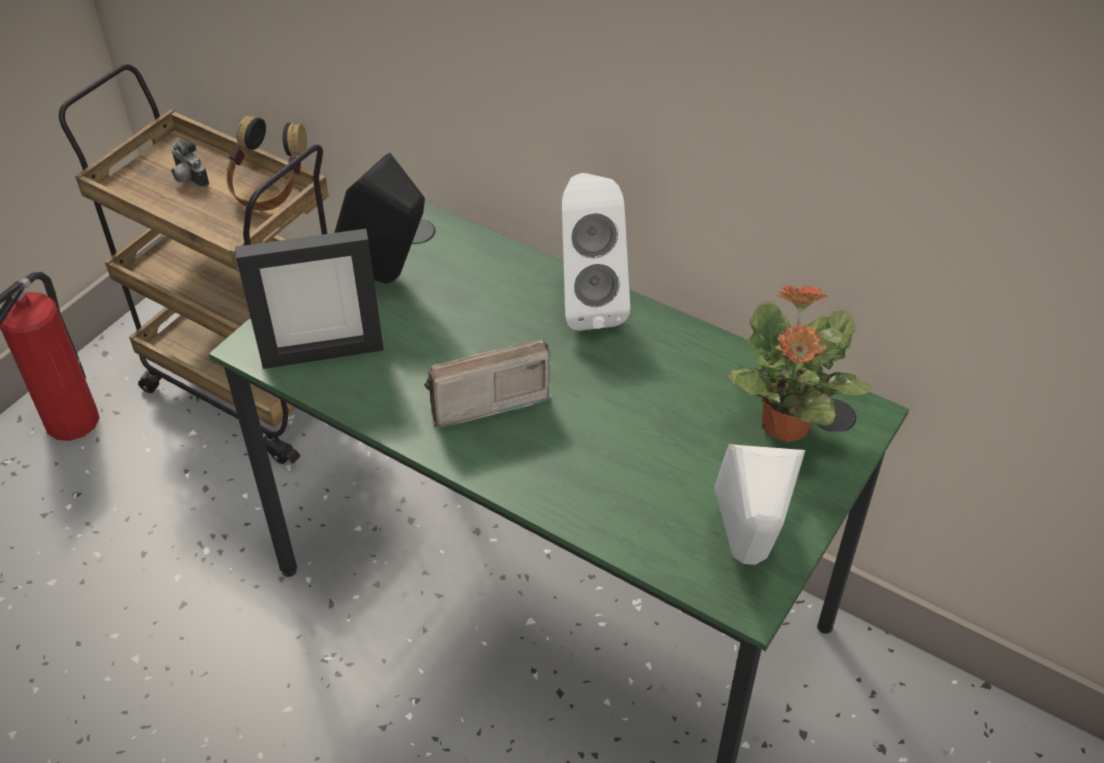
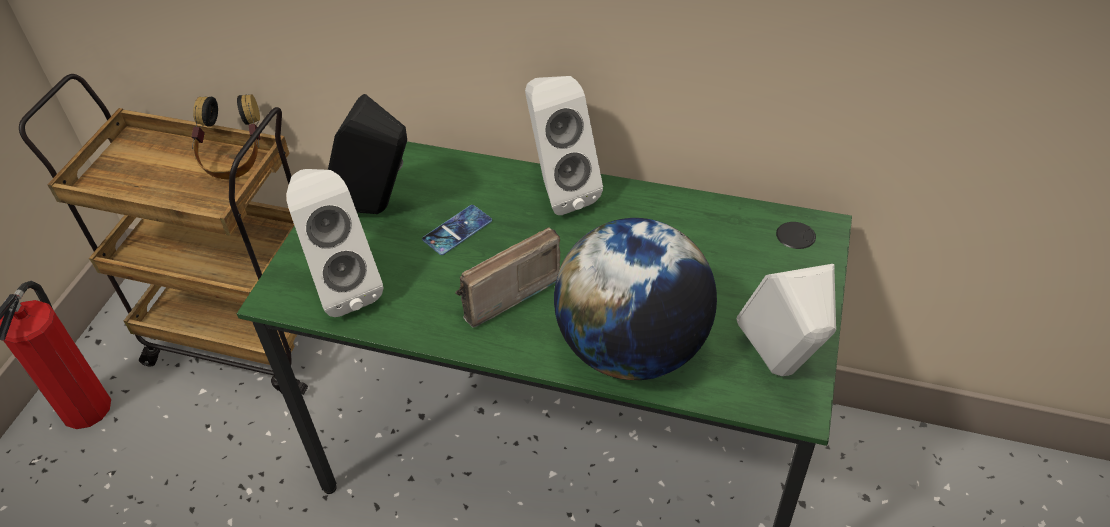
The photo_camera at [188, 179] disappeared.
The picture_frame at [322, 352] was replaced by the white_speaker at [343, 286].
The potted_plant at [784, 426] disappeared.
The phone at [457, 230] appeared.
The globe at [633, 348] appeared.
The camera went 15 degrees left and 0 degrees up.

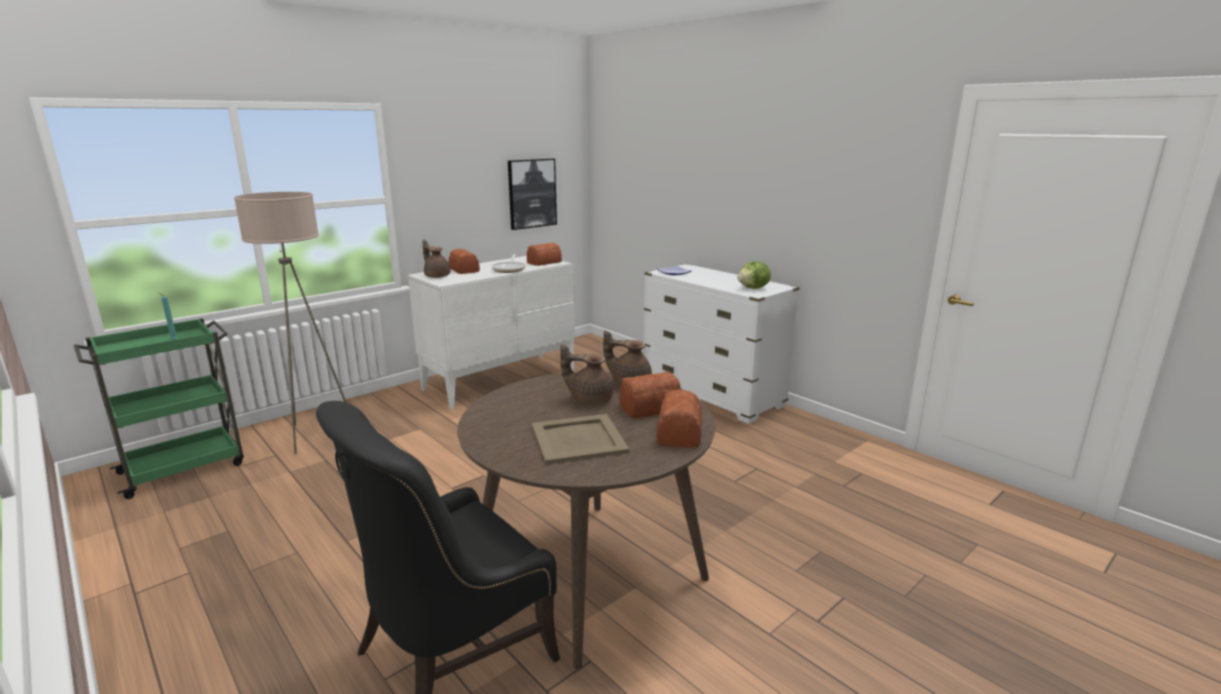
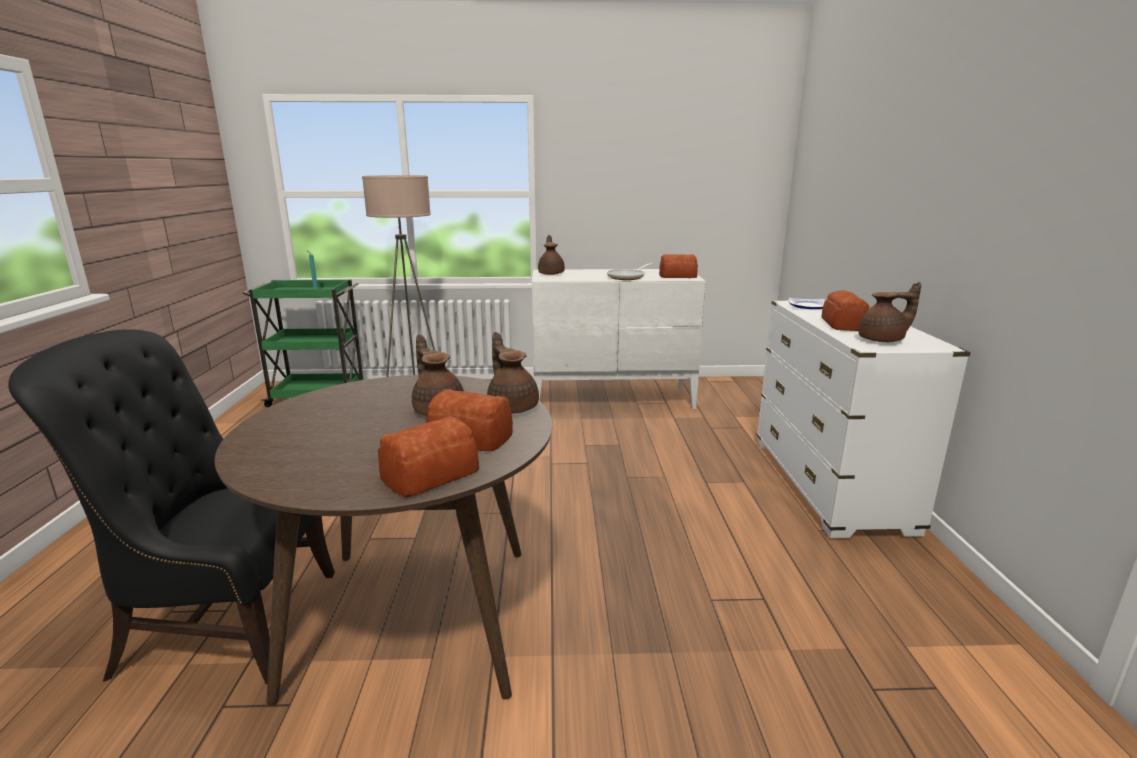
The bread moved from [463, 270] to [843, 325].
The picture at [531, 193] disappeared.
The beige_tray at [577, 439] disappeared.
The lettuce at [753, 288] was replaced by the brown_teapot at [883, 340].
The camera went 40 degrees right and 0 degrees up.

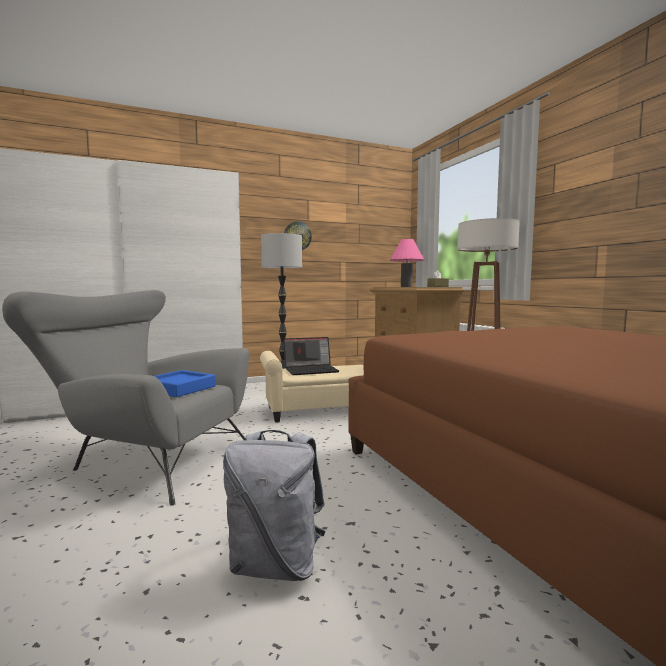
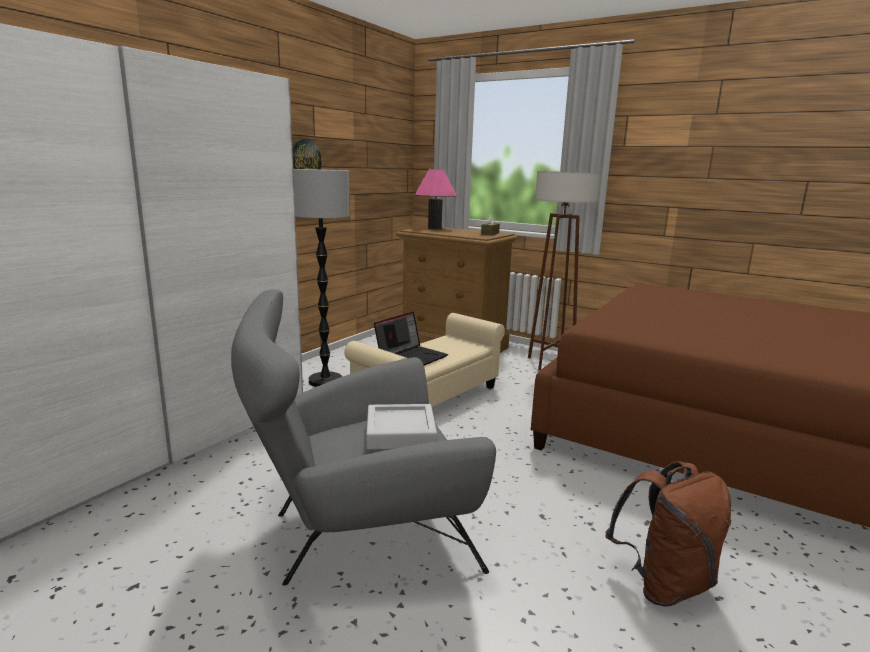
The blue_tray at [179, 388] became the grey_tray at [400, 432].
The grey_backpack at [276, 565] became the brown_backpack at [663, 583].
The camera went 35 degrees left and 10 degrees up.

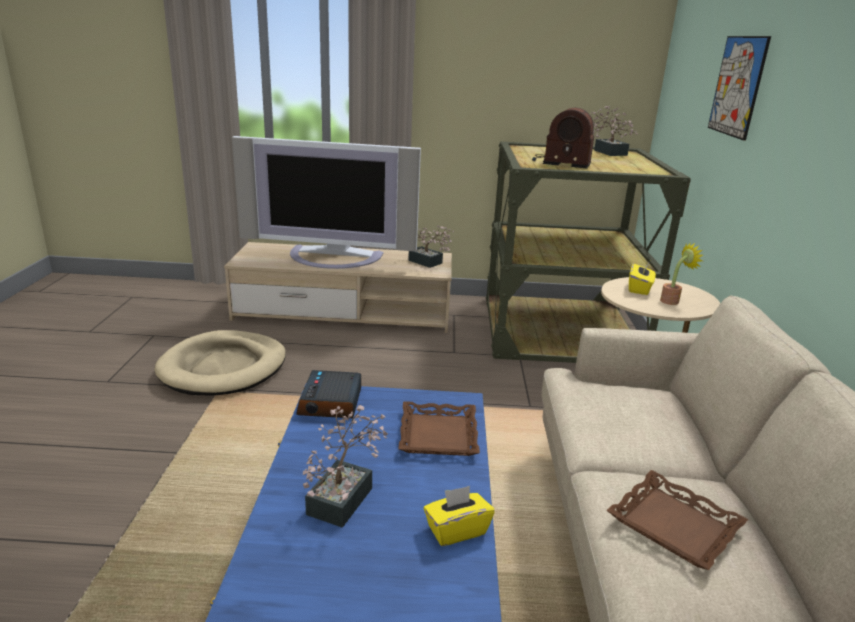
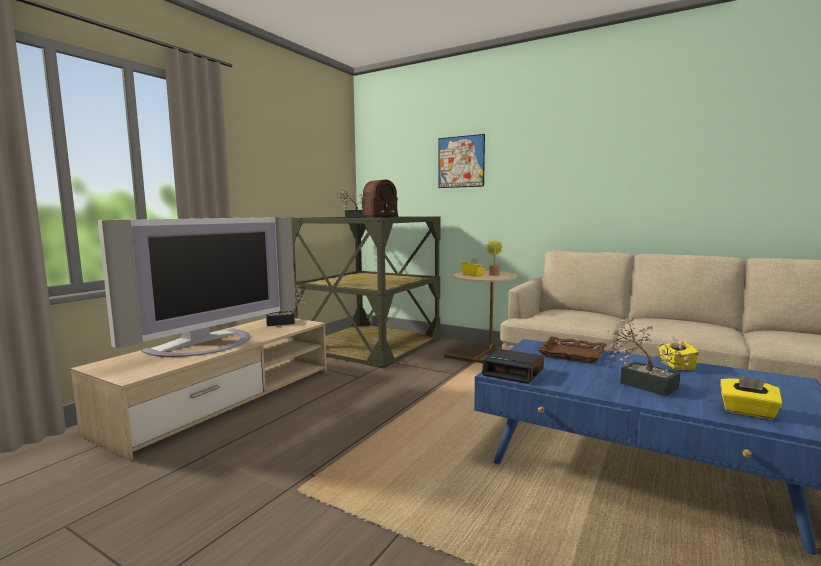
The beige_dog_bed at [224, 368] disappeared.
The brown_tray at [673, 526] disappeared.
The yellow_tissue_box at [747, 412] appeared.
The camera went 60 degrees left and 15 degrees down.

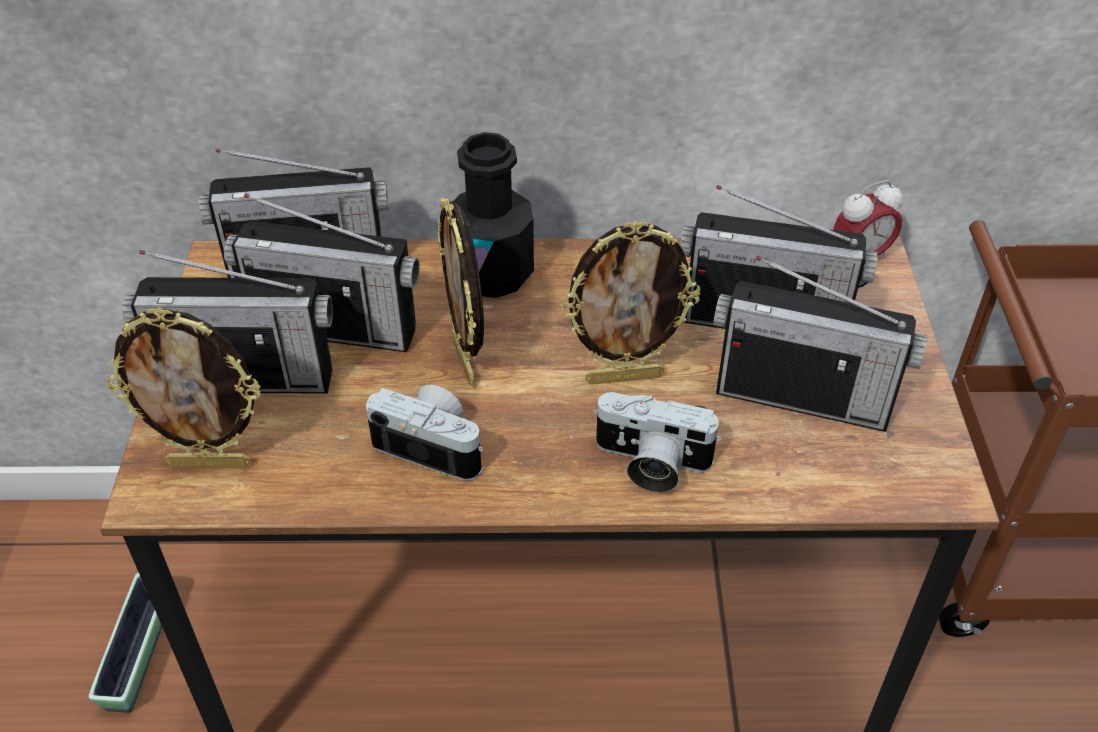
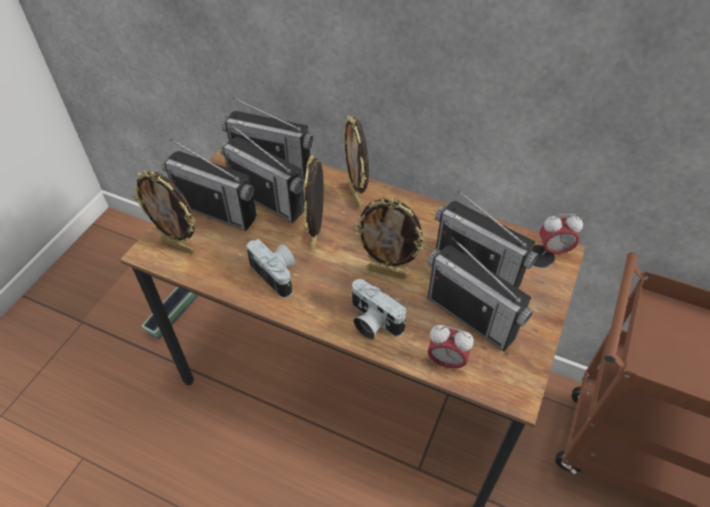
The black_bottle at [492, 273] was replaced by the picture_frame at [356, 196].
The alarm_clock at [446, 361] appeared.
The camera went 25 degrees right and 5 degrees up.

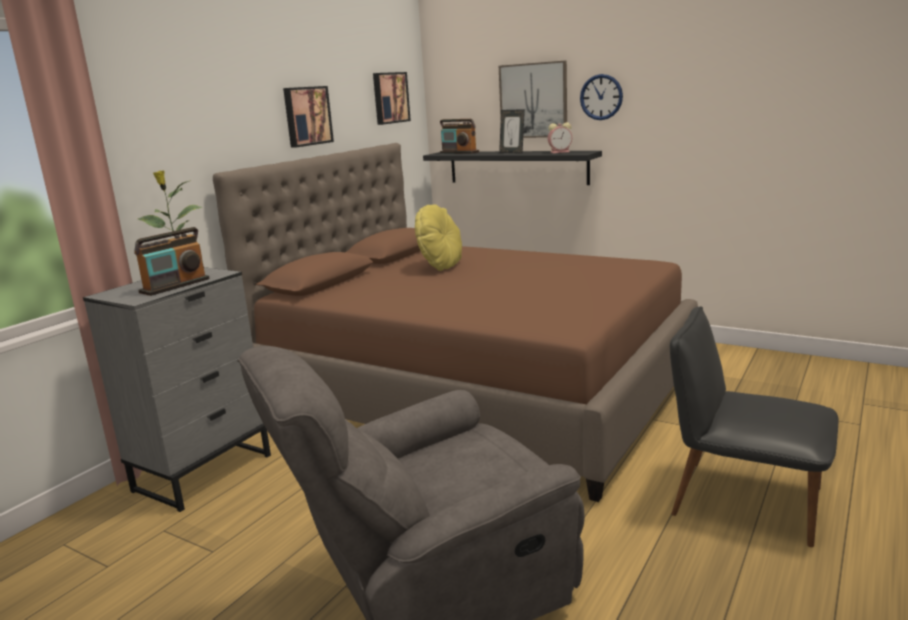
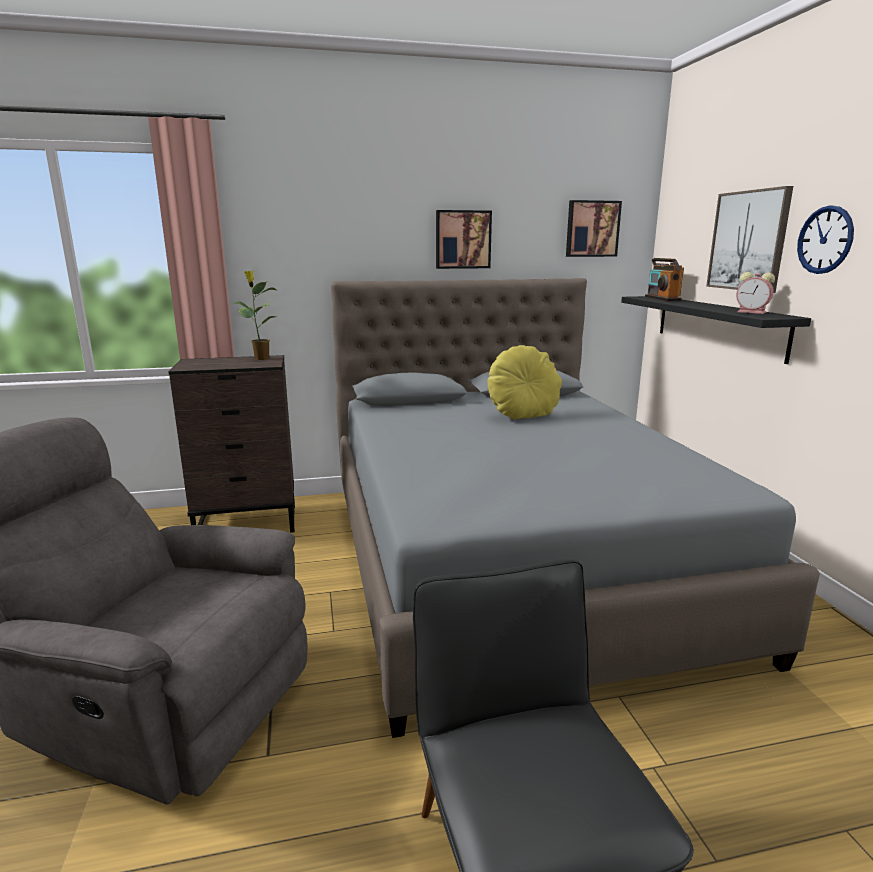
The grey_dresser at [204, 472] became the brown_dresser at [248, 523].
The radio at [175, 286] disappeared.
The brown_bed at [476, 390] became the grey_bed at [511, 559].
The picture_frame at [512, 152] disappeared.
The camera went 45 degrees right and 0 degrees up.

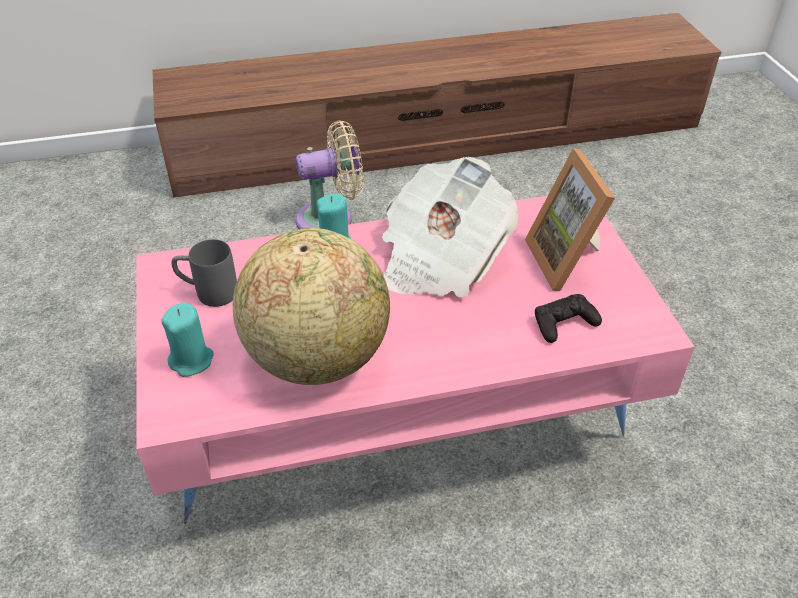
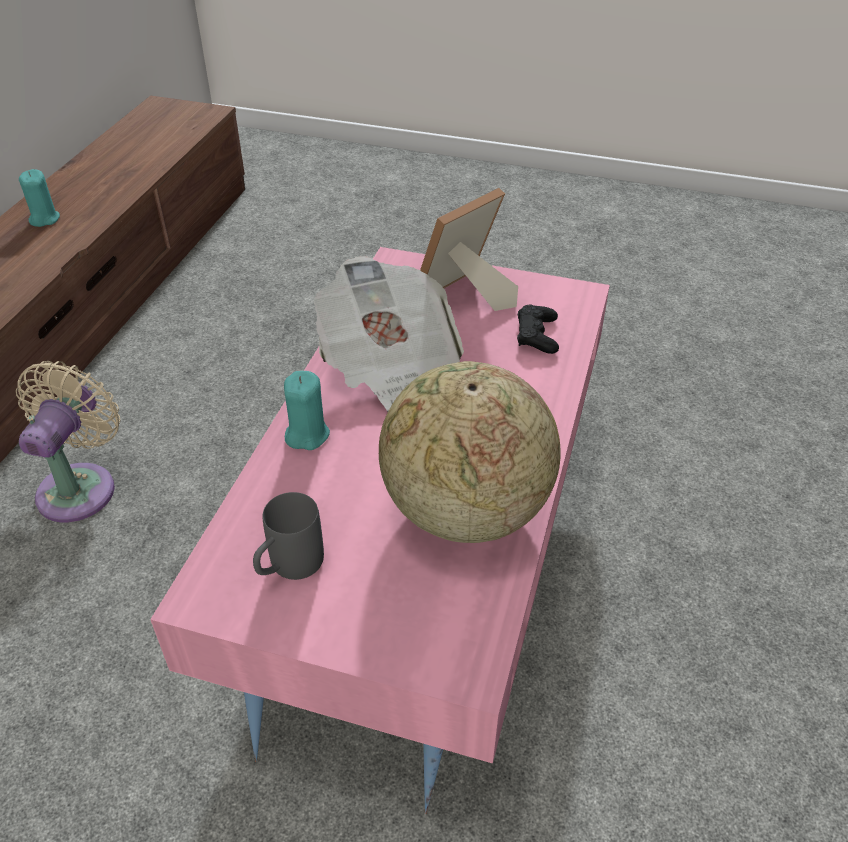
The turquoise_candle moved from [192, 360] to [44, 219].
The picture_frame at [569, 261] turned 120 degrees clockwise.
The camera went 60 degrees left and 0 degrees up.

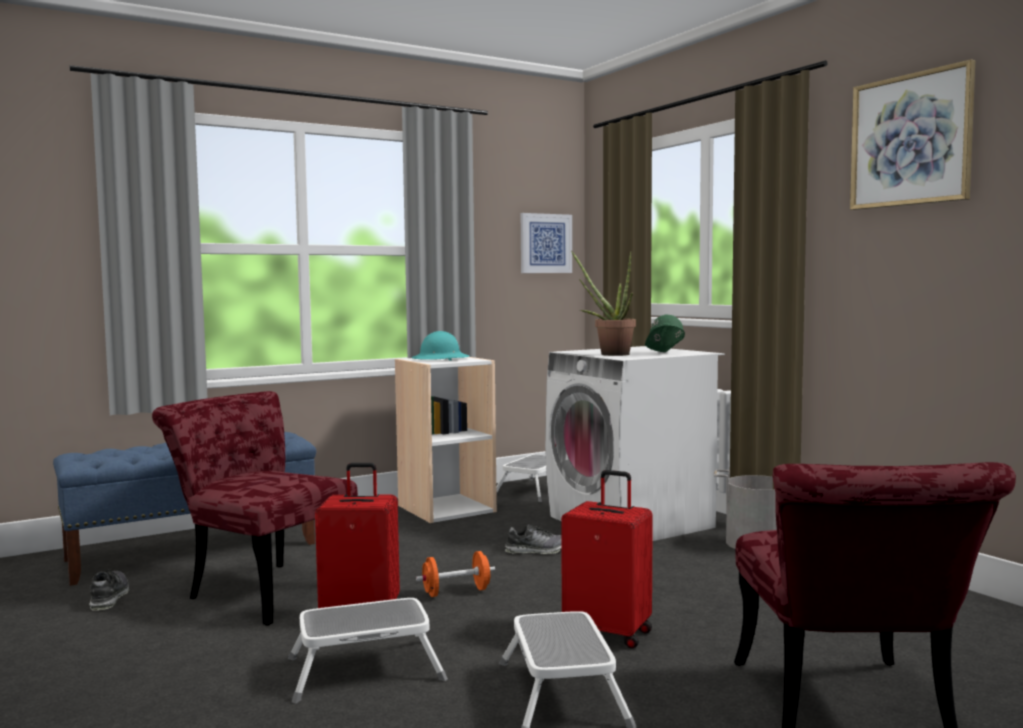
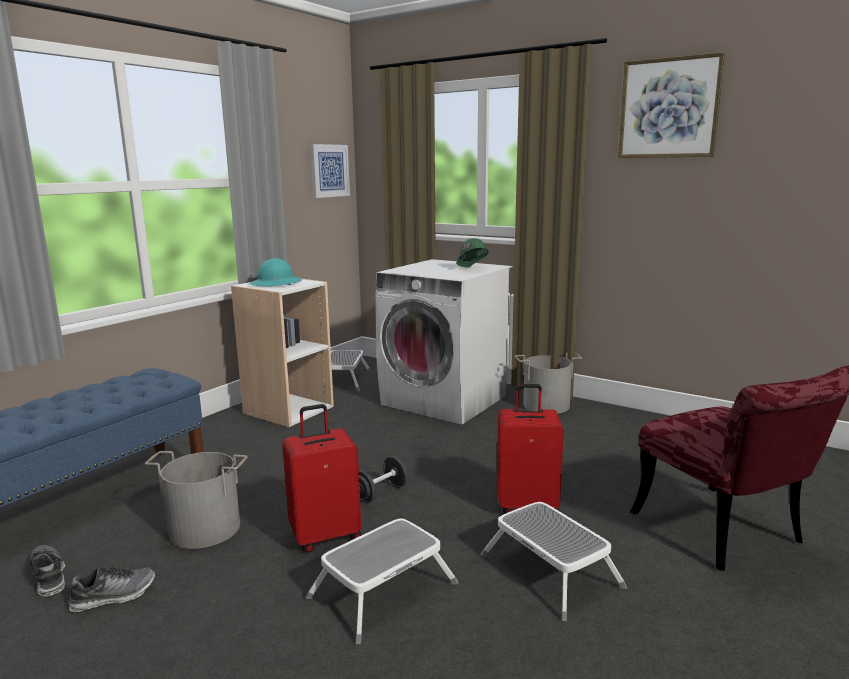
The red_chair at [263, 589] was replaced by the grey_bucket at [205, 528].
The orange_dumbbell at [456, 592] became the black_dumbbell at [380, 493].
The shoe moved from [536, 551] to [114, 596].
The potted_plant at [609, 354] disappeared.
The camera went 25 degrees left and 10 degrees up.

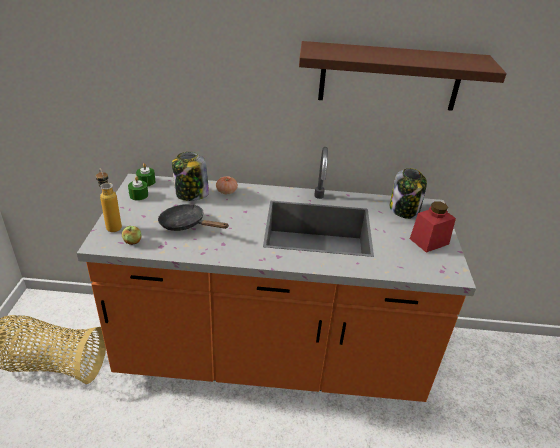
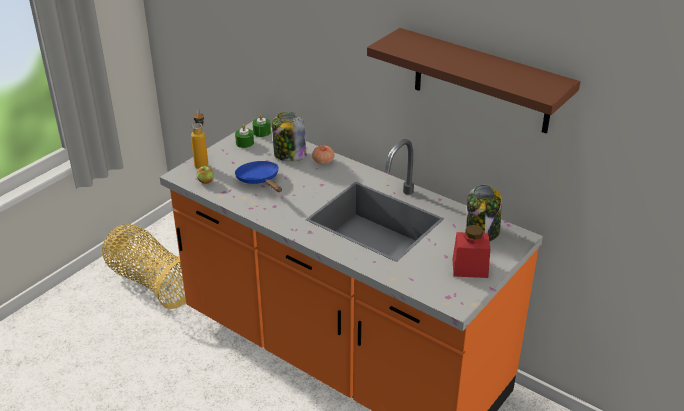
The black_frying_pan at [186, 224] became the blue_frying_pan at [260, 180].
The camera went 35 degrees right and 0 degrees up.

